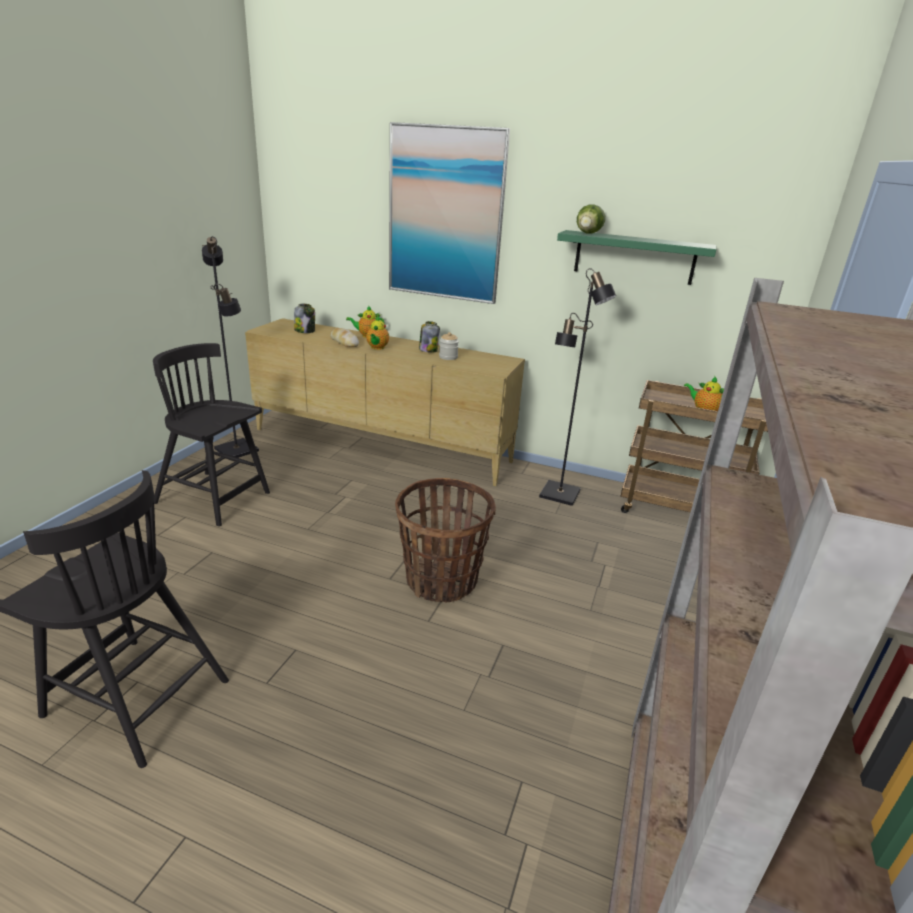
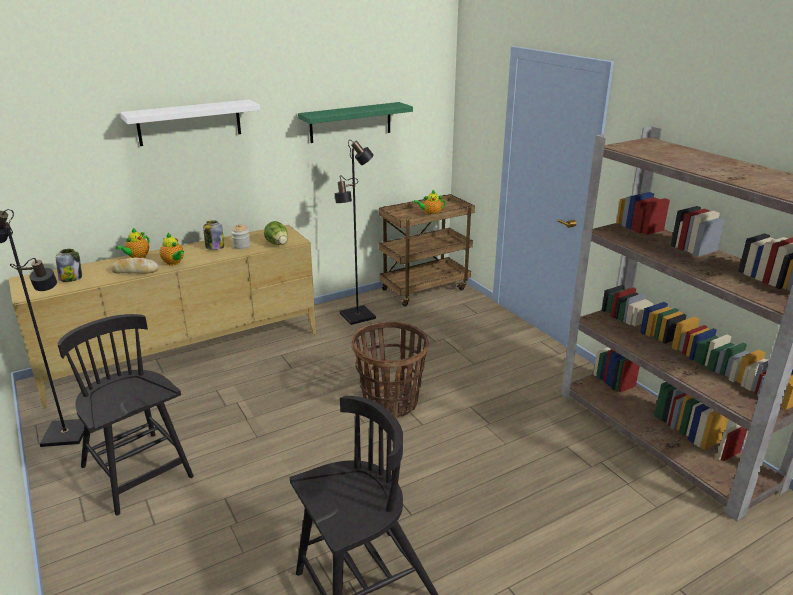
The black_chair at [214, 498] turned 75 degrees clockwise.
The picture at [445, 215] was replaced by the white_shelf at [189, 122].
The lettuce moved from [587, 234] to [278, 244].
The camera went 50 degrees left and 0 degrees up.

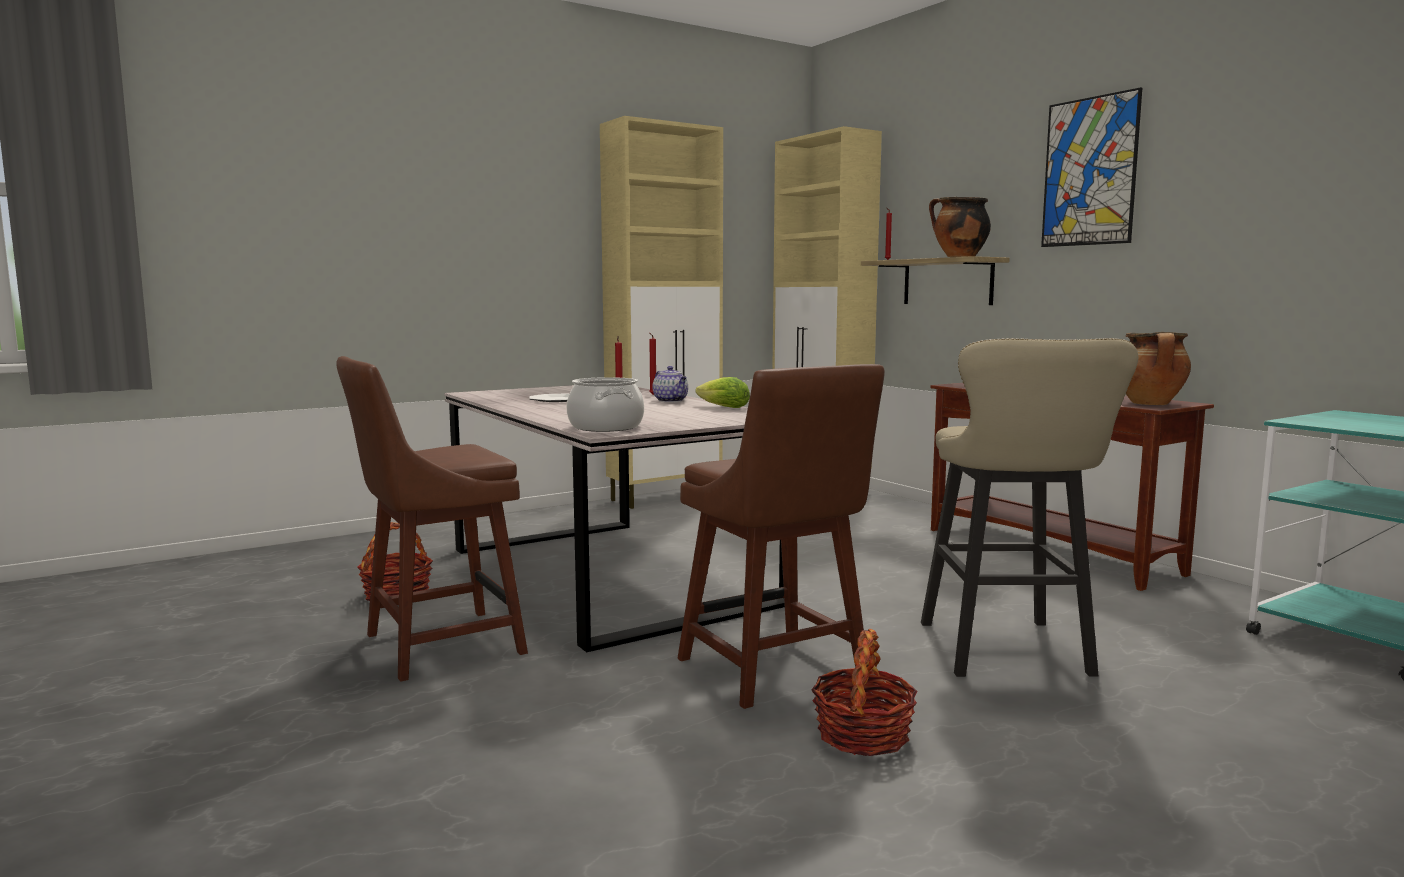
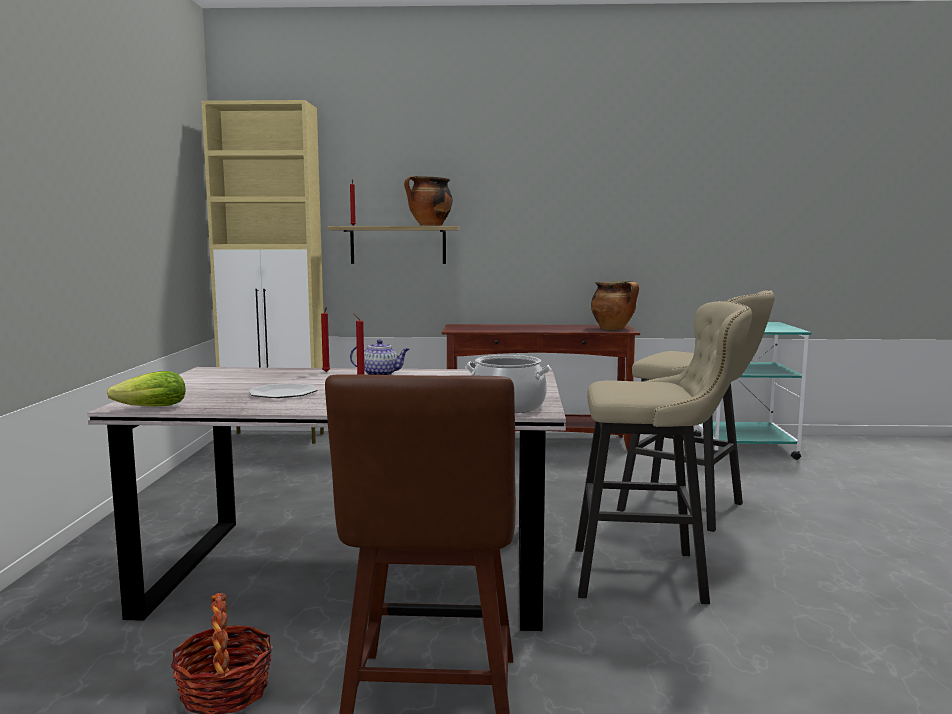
The beige_cabinet at [666, 498] disappeared.
The brown_chair at [776, 671] was replaced by the beige_stool at [656, 575].
The lettuce moved from [721, 407] to [147, 408].
The basket at [863, 735] disappeared.
The picture at [1089, 172] disappeared.
The camera went 55 degrees left and 0 degrees up.

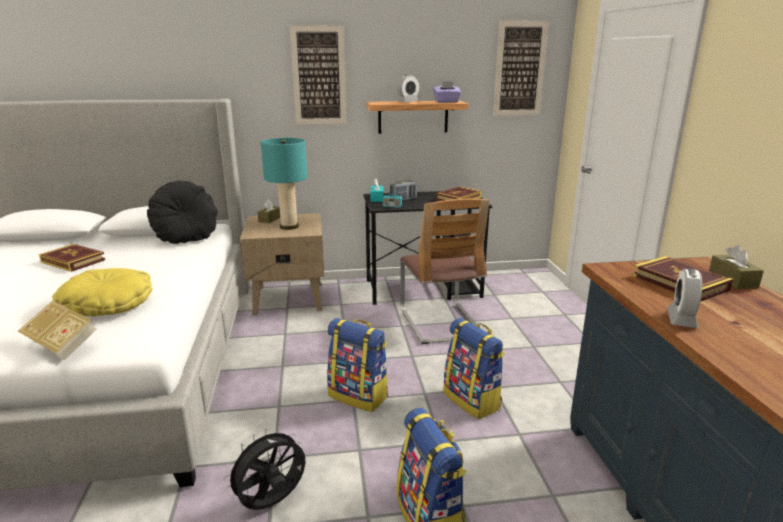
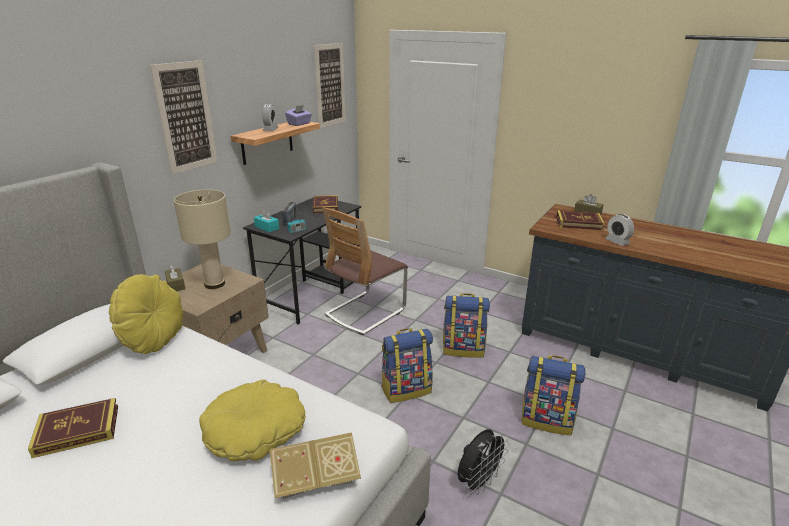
The black_pillow at [187, 240] became the yellow_pillow at [155, 342].
The black_fan at [272, 503] turned 135 degrees counterclockwise.
The turquoise_table_lamp at [289, 227] became the beige_table_lamp at [214, 284].
The chair at [440, 322] turned 105 degrees clockwise.
The camera went 50 degrees left and 5 degrees up.

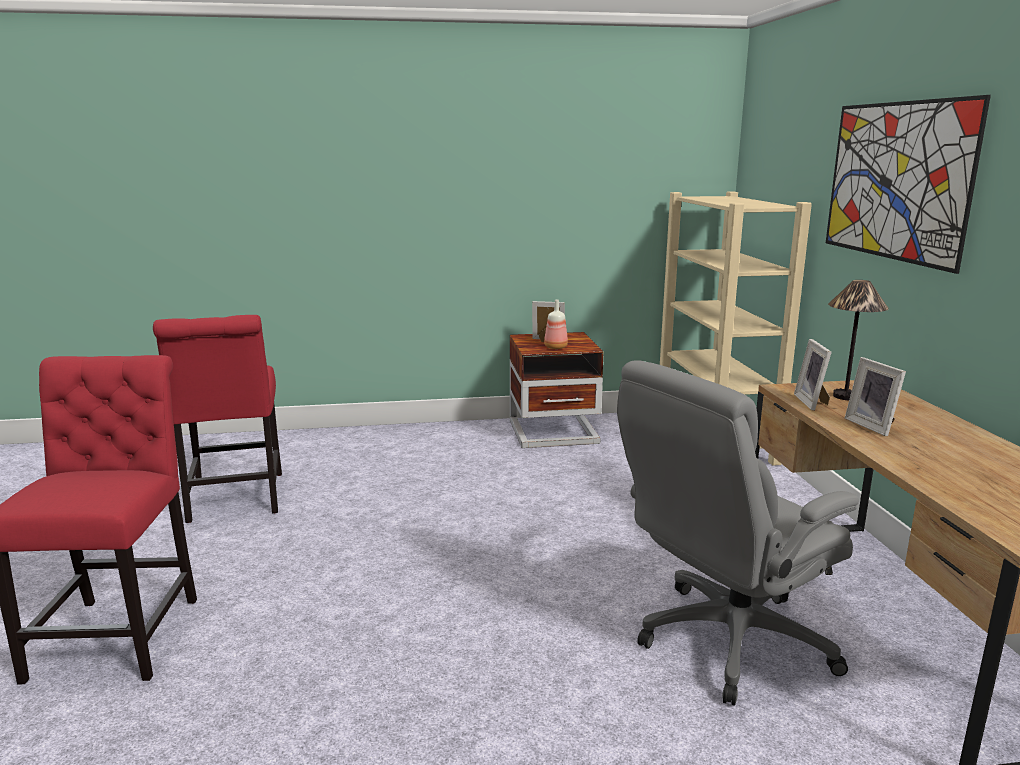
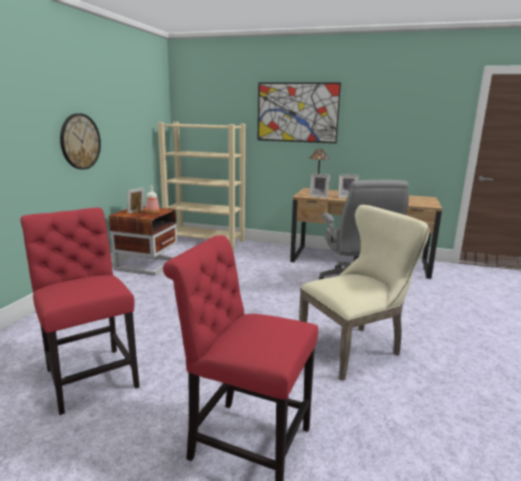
The red_chair at [235, 500] turned 135 degrees counterclockwise.
The wall_clock at [80, 141] appeared.
The beige_chair at [355, 348] appeared.
The camera went 65 degrees left and 0 degrees up.

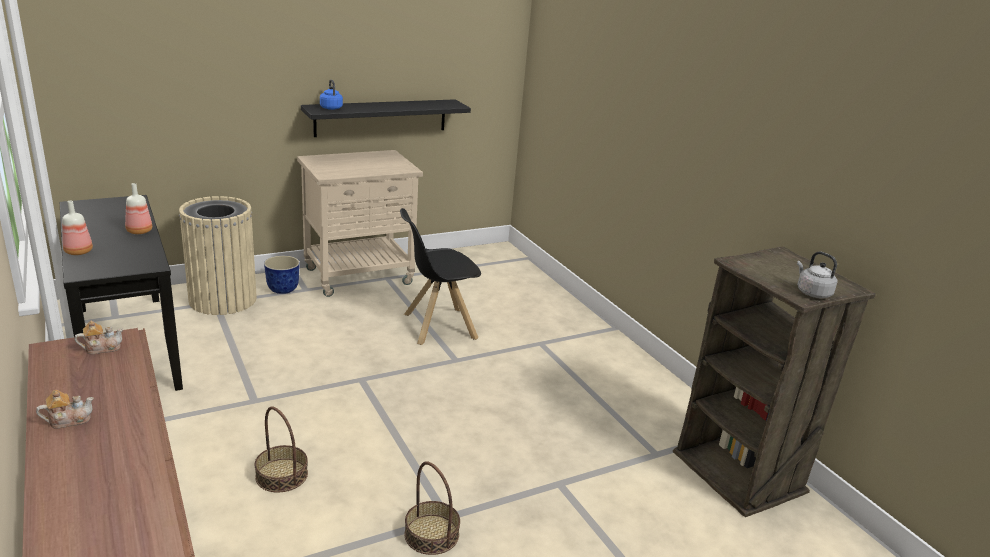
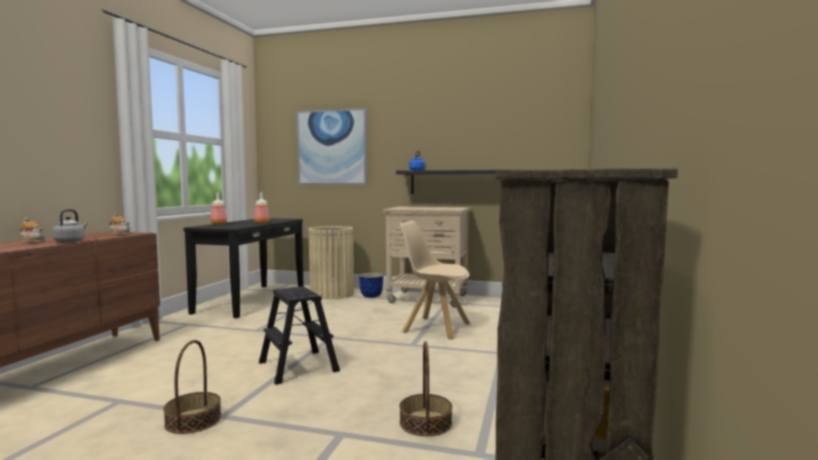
The basket moved from [281, 475] to [425, 422].
The black_chair at [437, 326] became the beige_chair at [434, 327].
The grey_kettle moved from [812, 292] to [71, 241].
The black_step_ladder at [298, 367] appeared.
The picture at [332, 147] appeared.
The camera went 45 degrees right and 20 degrees down.

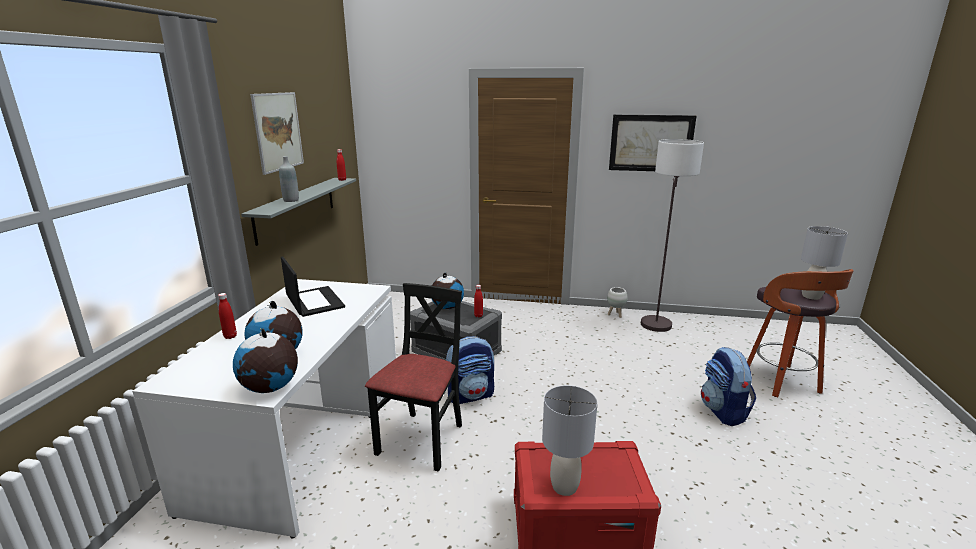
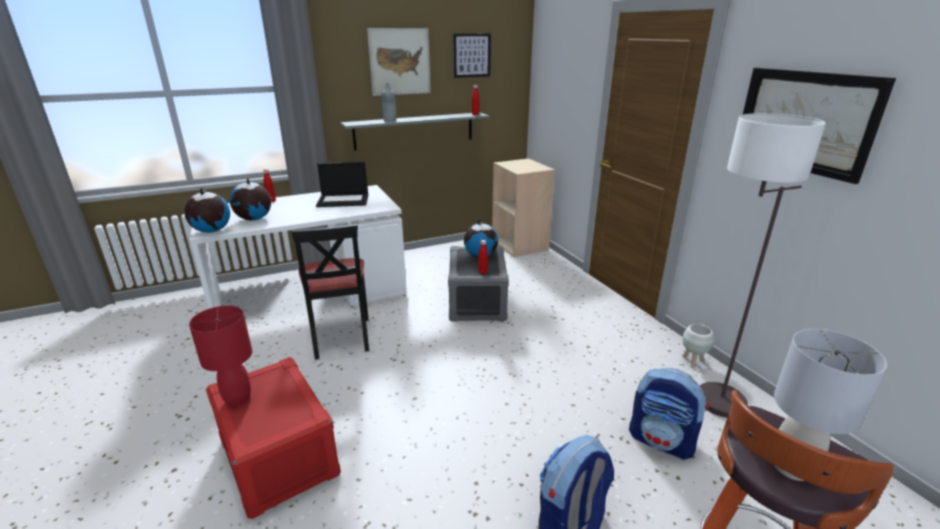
The laptop at [314, 301] turned 60 degrees clockwise.
The black_chair at [422, 440] turned 90 degrees clockwise.
The backpack moved from [471, 395] to [662, 441].
The grey_table_lamp at [564, 486] became the red_table_lamp at [238, 398].
The picture at [472, 55] appeared.
The beige_bookcase at [520, 245] appeared.
The camera went 55 degrees right and 5 degrees up.

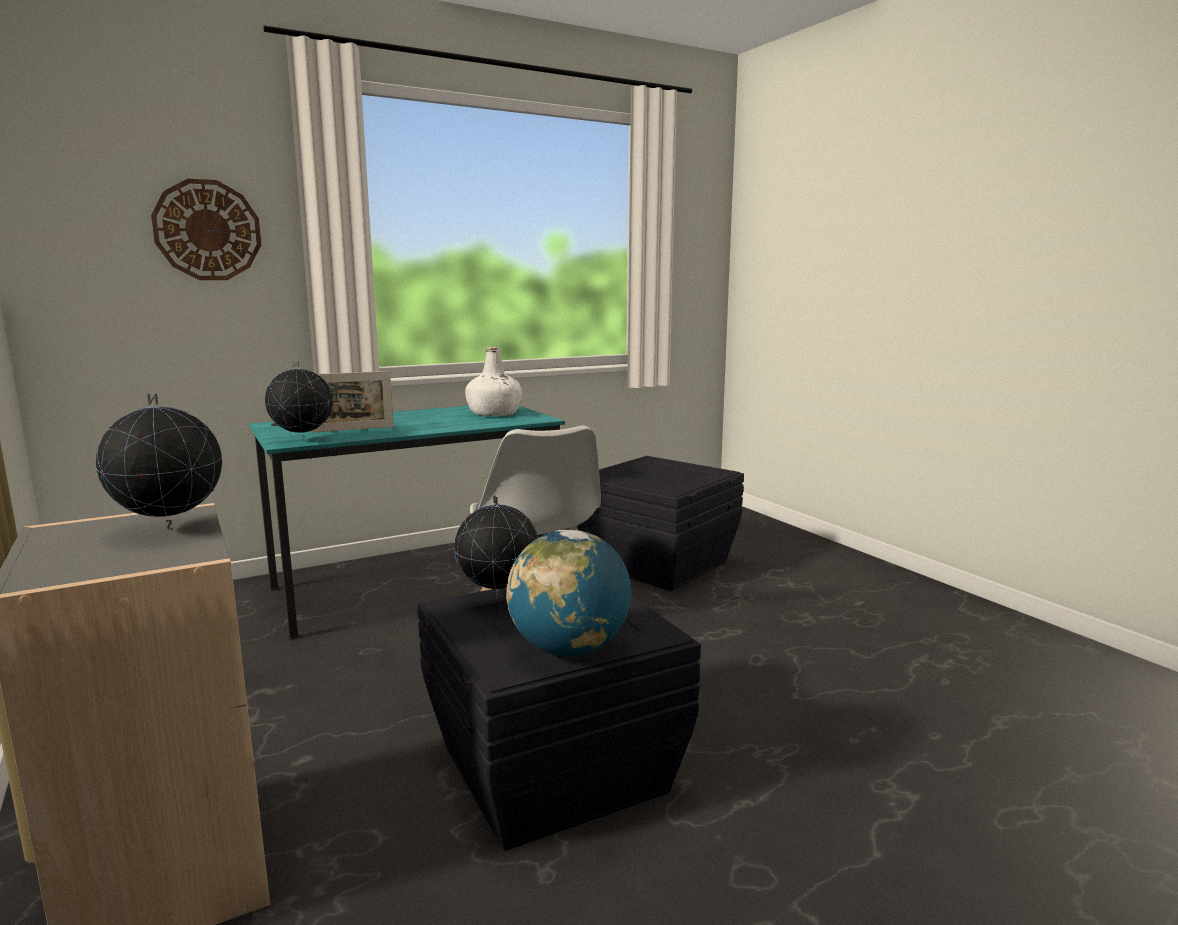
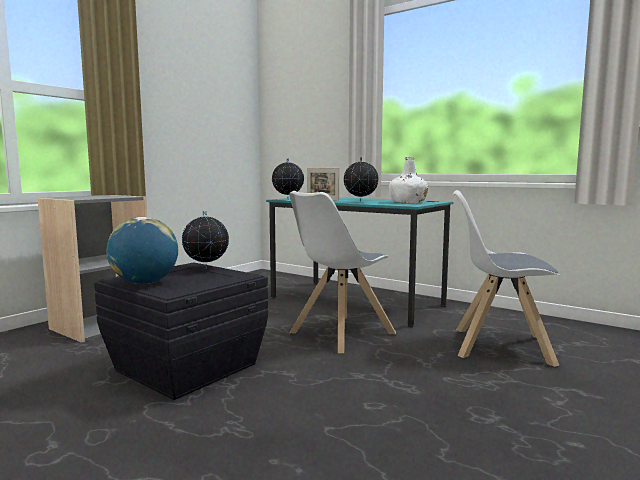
The globe moved from [170, 529] to [360, 201].
The wall_clock at [207, 230] disappeared.
The black_storage_box at [657, 563] was replaced by the chair at [498, 346].
The camera went 65 degrees right and 5 degrees down.

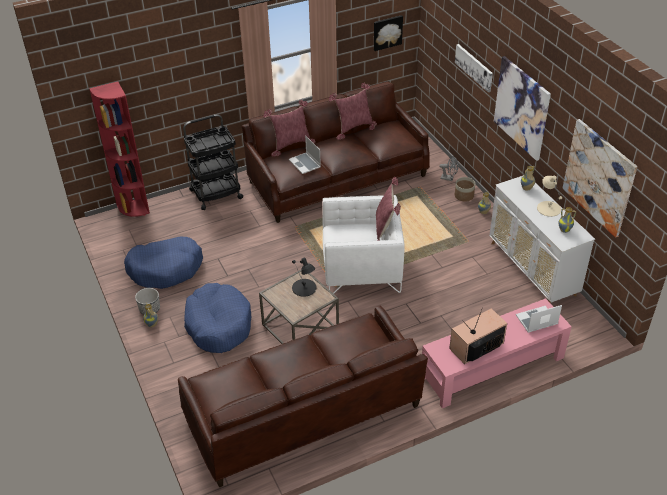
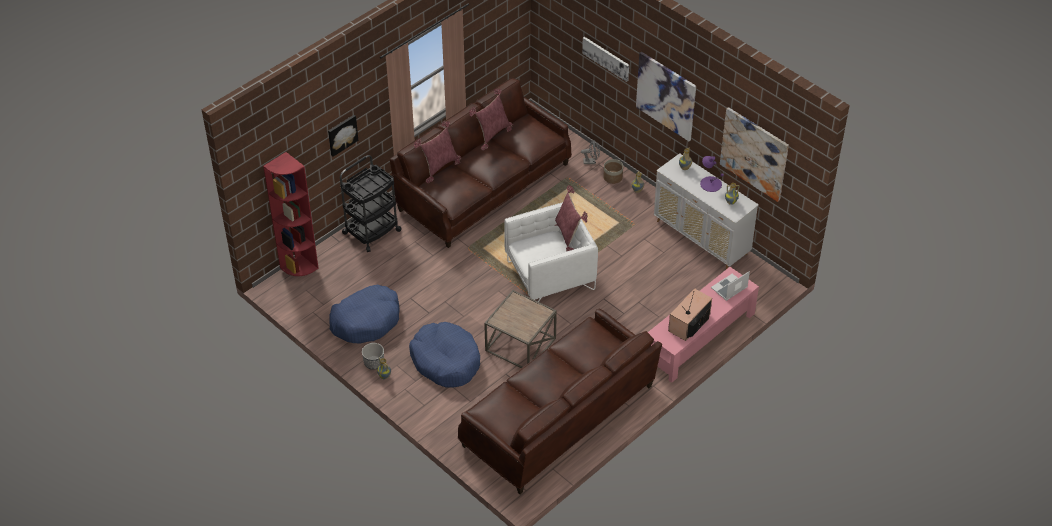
The laptop at [305, 164] disappeared.
The black_table_lamp at [304, 288] disappeared.
The picture moved from [387, 32] to [342, 134].
The beige_table_lamp at [548, 208] became the purple_table_lamp at [710, 184].
The camera went 20 degrees left and 5 degrees up.

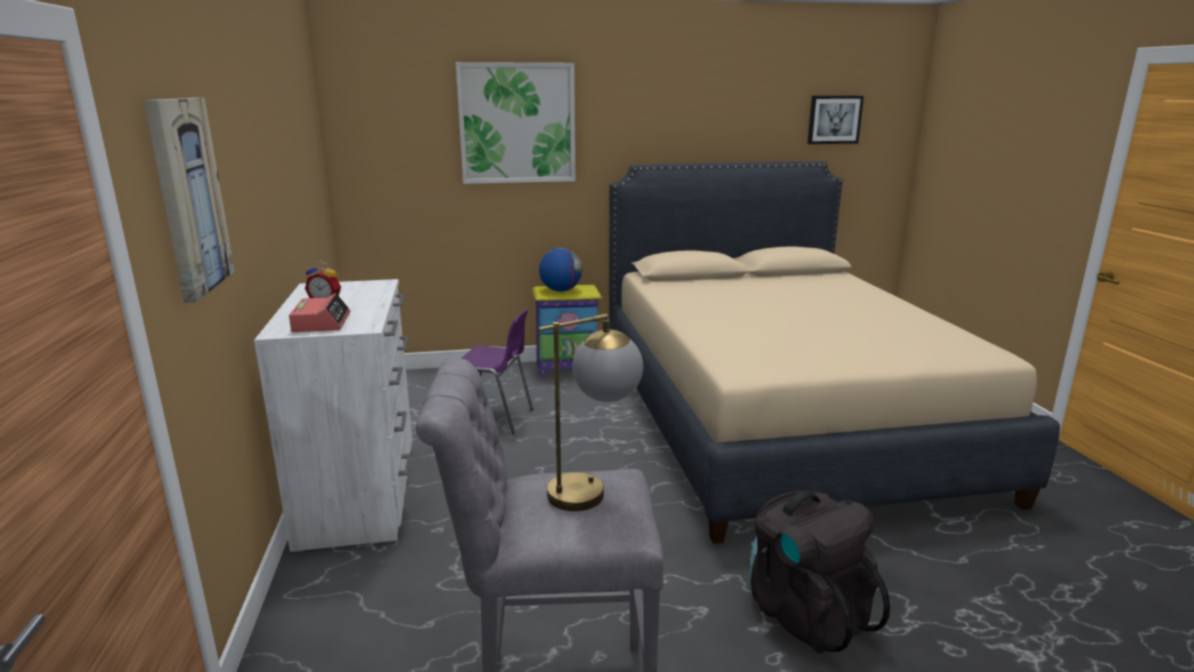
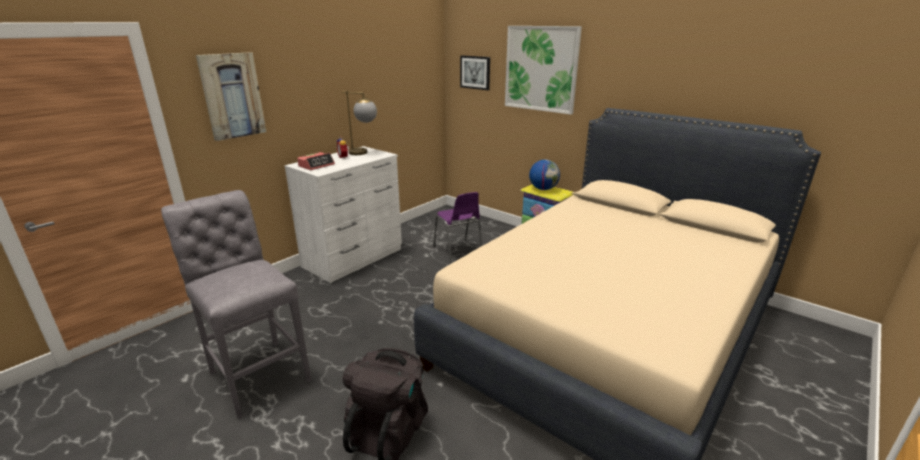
The table_lamp moved from [593, 489] to [364, 153].
The picture moved from [834, 119] to [475, 72].
The camera went 50 degrees right and 5 degrees up.

